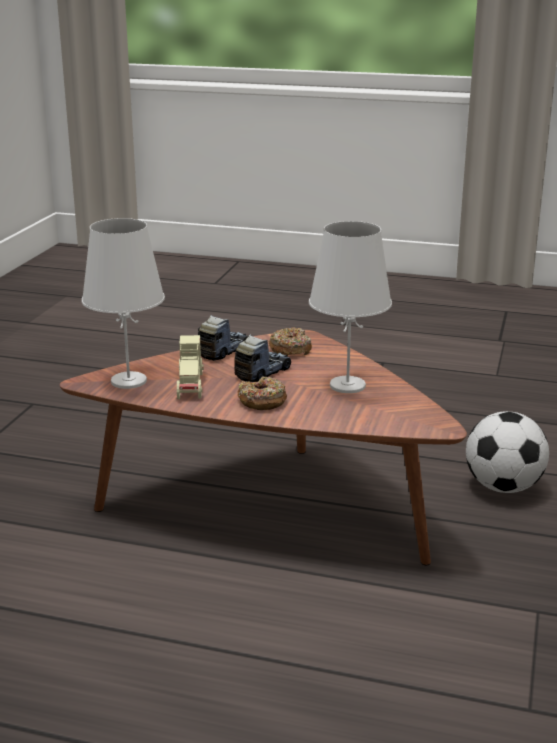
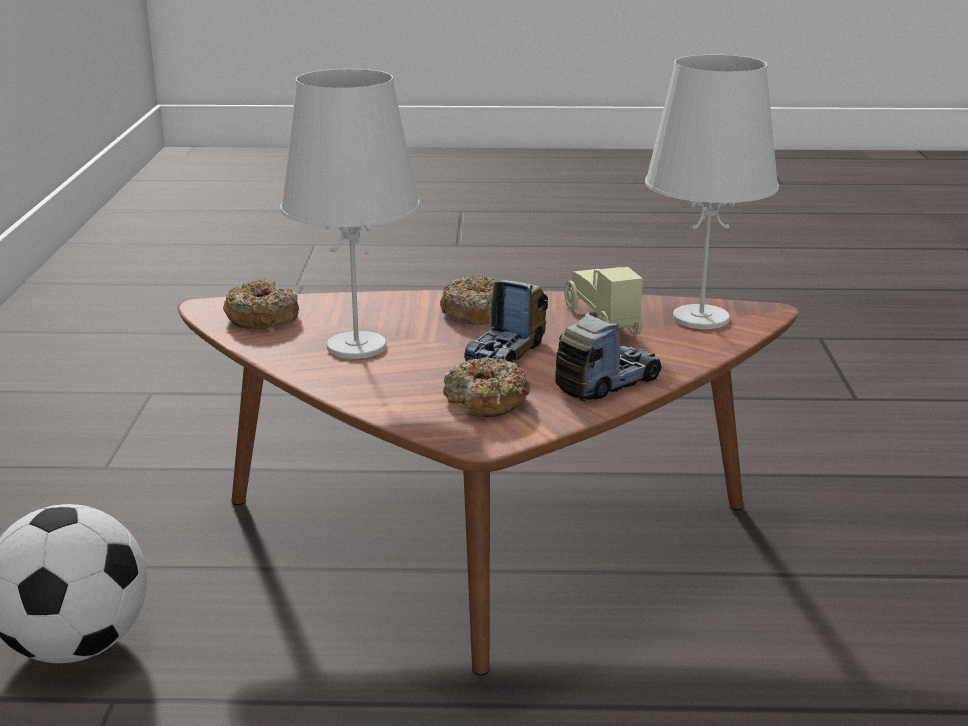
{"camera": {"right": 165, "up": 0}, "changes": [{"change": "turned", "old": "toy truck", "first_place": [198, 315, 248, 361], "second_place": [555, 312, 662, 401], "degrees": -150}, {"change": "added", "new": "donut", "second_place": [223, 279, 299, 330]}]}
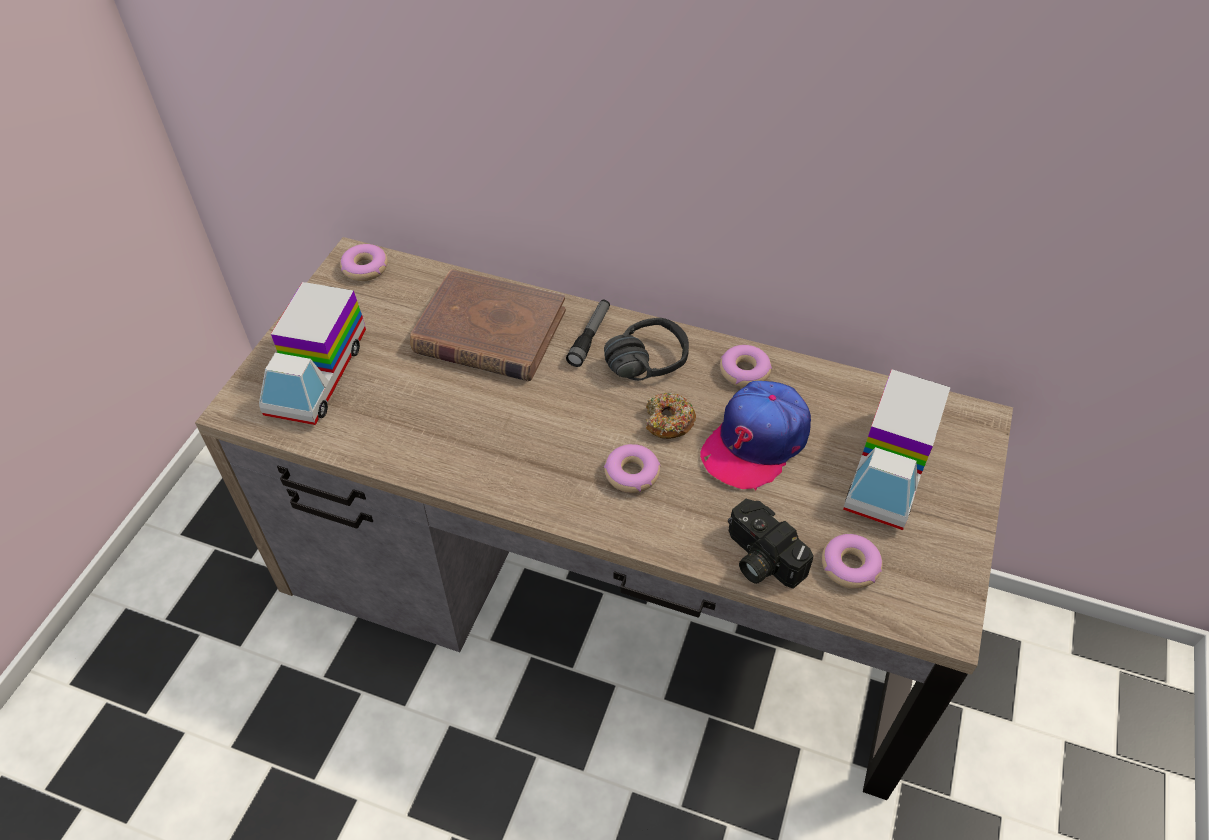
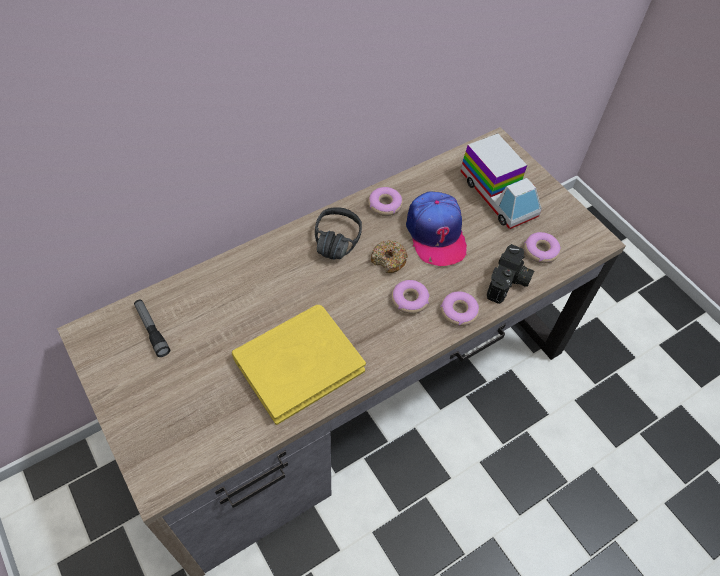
{"camera": {"right": -55, "up": 5}, "changes": [{"change": "removed", "old": "toy truck", "first_place": [259, 282, 366, 425]}, {"change": "moved", "old": "donut", "first_place": [340, 244, 388, 281], "second_place": [440, 291, 479, 326]}, {"change": "removed", "old": "book in brown", "first_place": [410, 269, 566, 381]}, {"change": "moved", "old": "flashlight", "first_place": [566, 300, 610, 367], "second_place": [134, 300, 170, 357]}, {"change": "turned", "old": "photo camera", "first_place": [728, 499, 814, 589], "second_place": [487, 244, 534, 304], "degrees": -60}, {"change": "added", "new": "book in yellow", "second_place": [232, 305, 366, 425]}]}
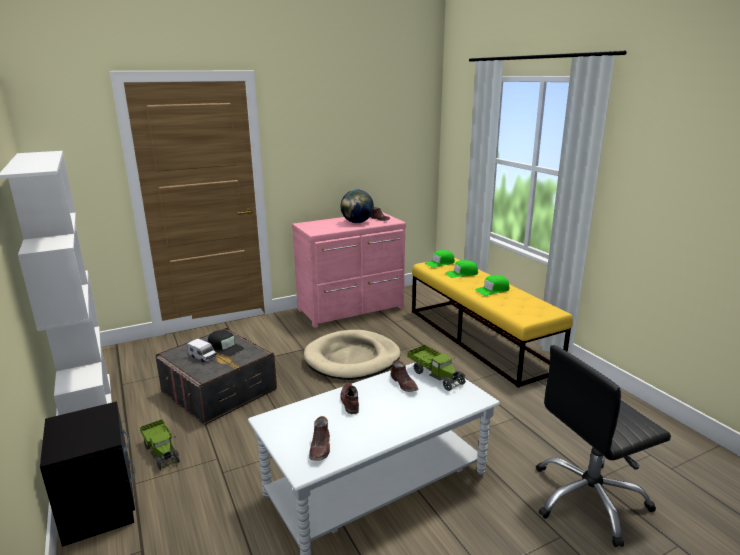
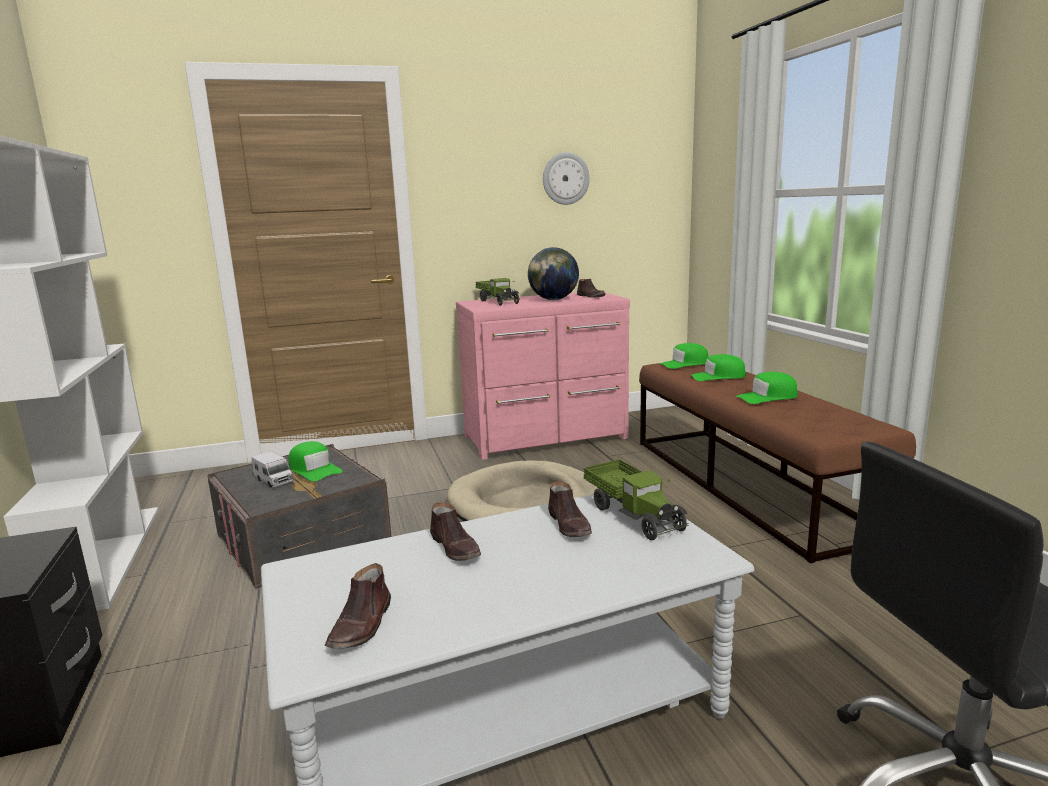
{"camera": {"right": 10, "up": -5}, "changes": [{"change": "moved", "old": "toy truck", "first_place": [140, 419, 179, 470], "second_place": [475, 278, 520, 306]}, {"change": "recoloured", "old": "cap in black", "new": "cap in green", "first_place": [208, 330, 244, 357], "second_place": [289, 441, 343, 481]}, {"change": "turned", "old": "shoe in brown", "first_place": [341, 382, 359, 414], "second_place": [430, 502, 481, 561], "degrees": 150}, {"change": "recoloured", "old": "bench in yellow", "new": "bench in brown", "first_place": [412, 258, 573, 388], "second_place": [639, 363, 916, 563]}, {"change": "added", "new": "wall clock", "second_place": [543, 152, 590, 205]}]}
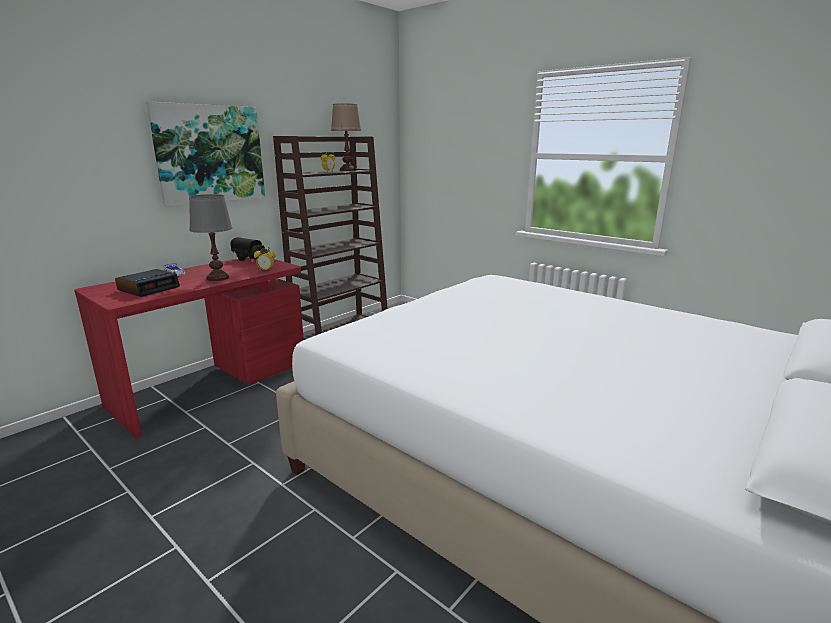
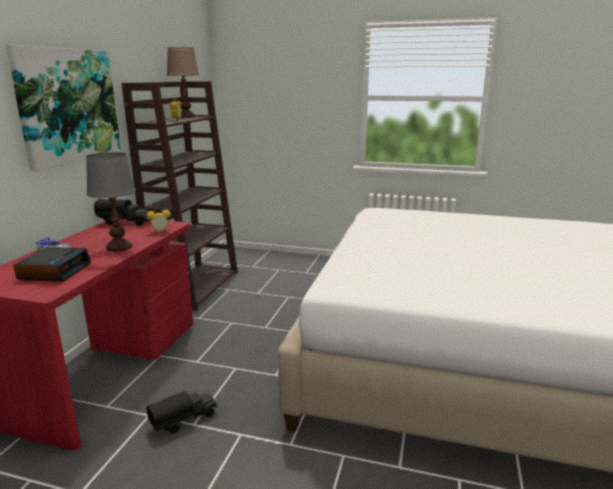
{"camera": {"right": -25, "up": 0}, "changes": [{"change": "added", "new": "toy truck", "second_place": [146, 391, 217, 434]}]}
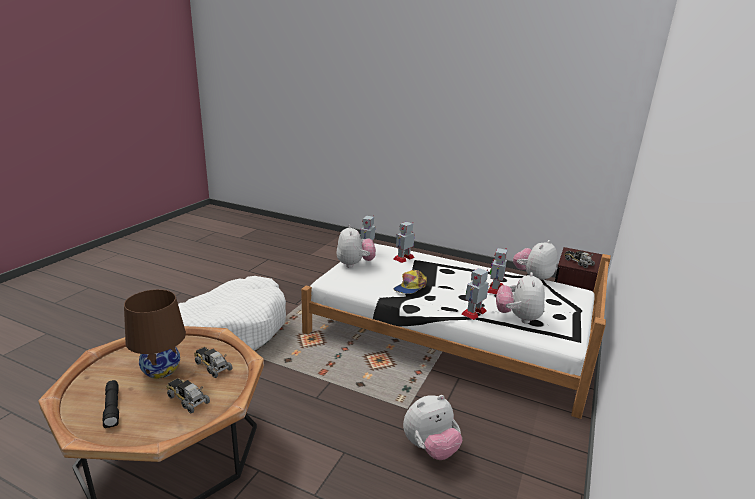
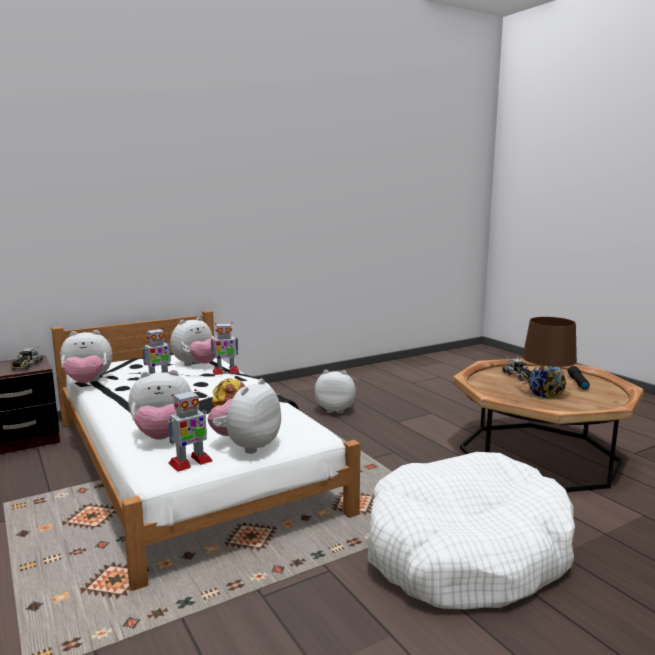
{"camera": {"right": -145, "up": -10}, "changes": [{"change": "removed", "old": "toy truck", "first_place": [194, 347, 232, 378]}, {"change": "replaced", "old": "toy robot", "new": "plush toy", "first_place": [394, 222, 415, 263], "second_place": [129, 370, 191, 440]}]}
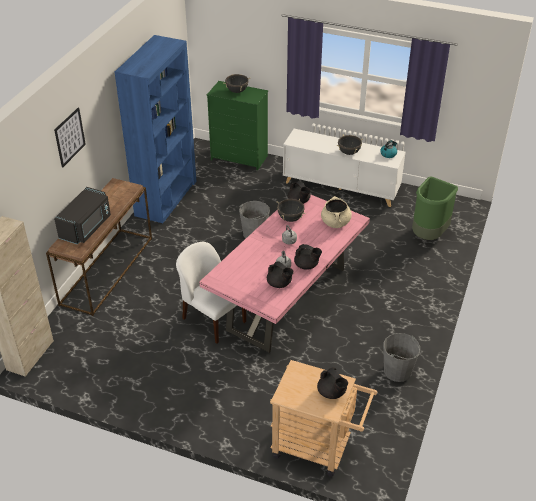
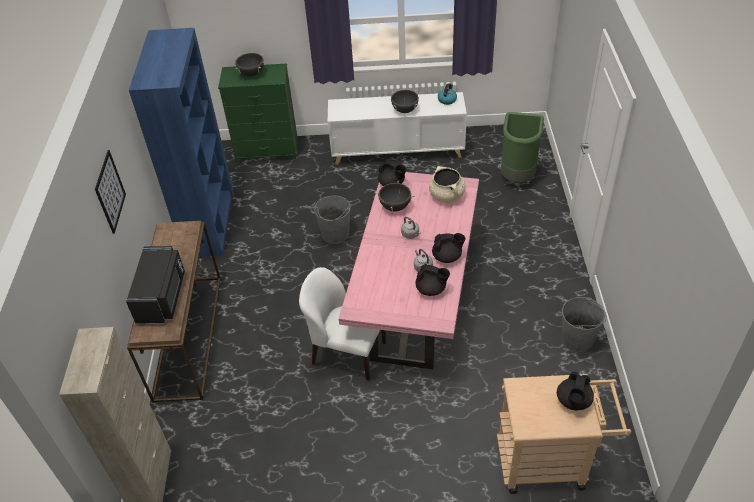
{"camera": {"right": -20, "up": 5}, "changes": [{"change": "turned", "old": "teapot in black", "first_place": [317, 367, 348, 399], "second_place": [557, 372, 594, 410], "degrees": 75}]}
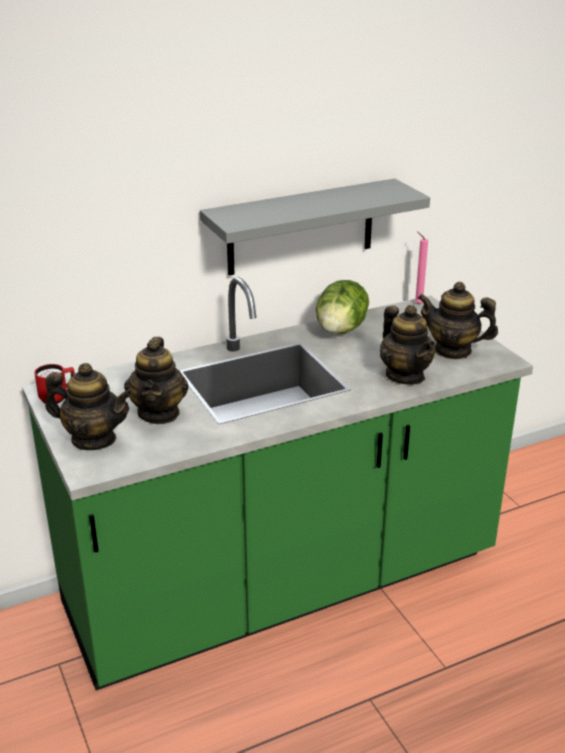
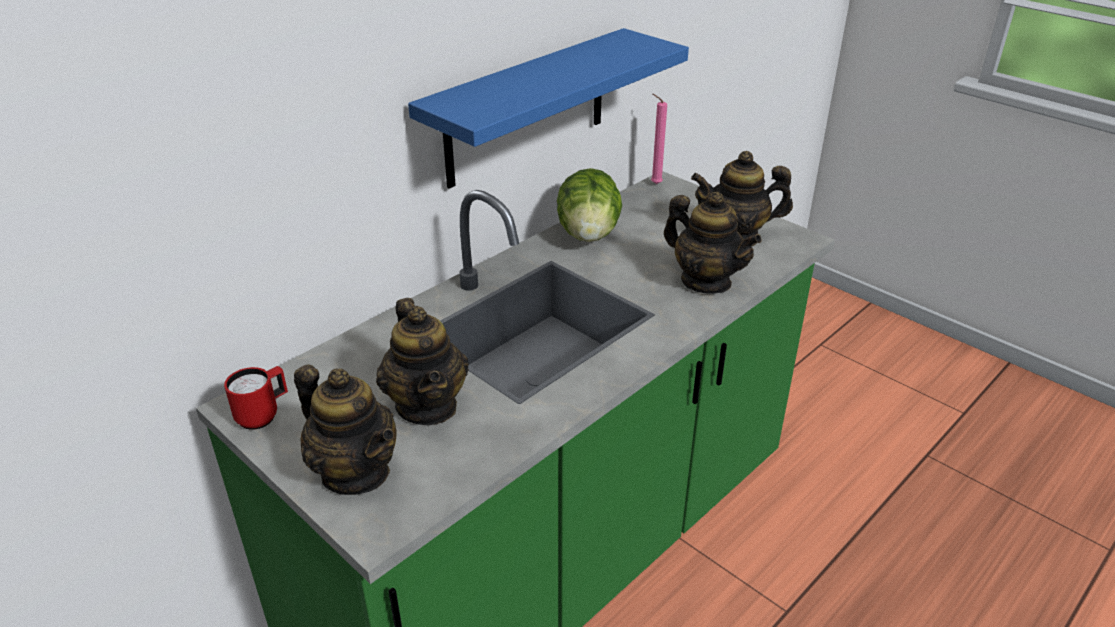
{"camera": {"right": -20, "up": 5}, "changes": [{"change": "turned", "old": "teapot", "first_place": [45, 363, 133, 450], "second_place": [294, 365, 396, 495], "degrees": 45}, {"change": "recoloured", "old": "shelf in grey", "new": "shelf in blue", "first_place": [200, 178, 430, 275], "second_place": [408, 28, 689, 189]}]}
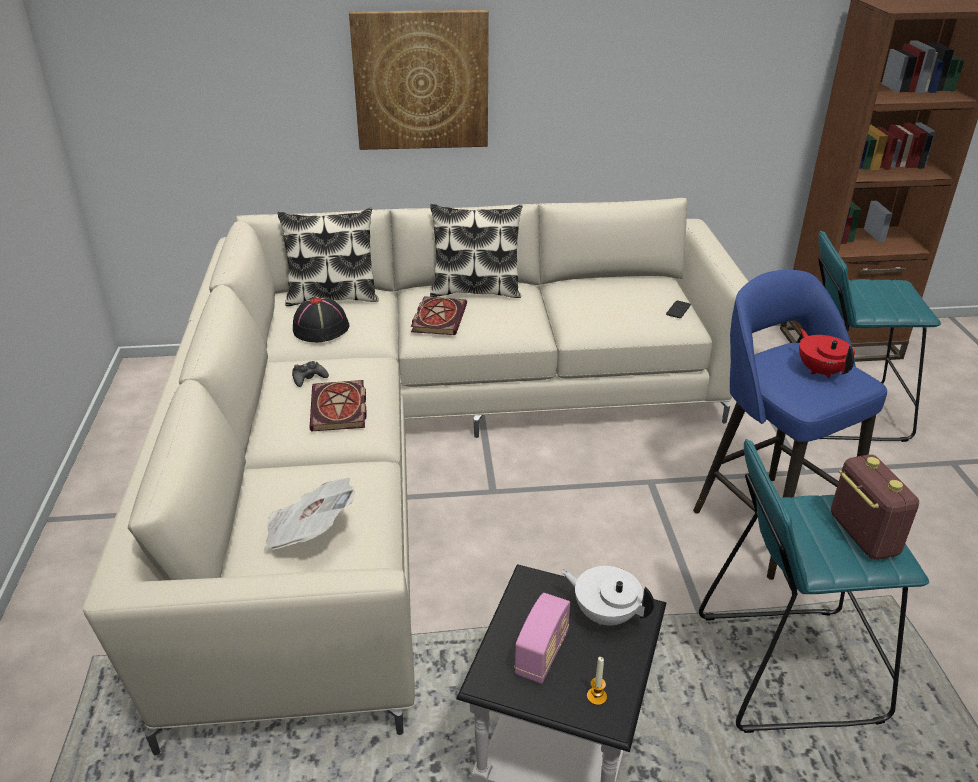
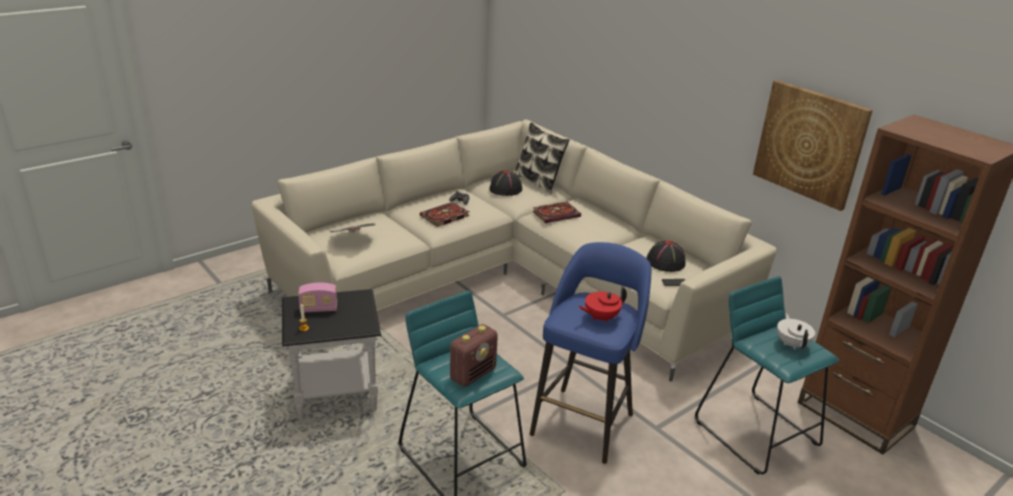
{"camera": {"right": 55, "up": -5}, "changes": [{"change": "moved", "old": "picture", "first_place": [349, 10, 489, 150], "second_place": [753, 80, 873, 211]}, {"change": "removed", "old": "pillow", "first_place": [430, 204, 523, 298]}, {"change": "moved", "old": "teapot in white", "first_place": [561, 566, 654, 626], "second_place": [777, 313, 815, 350]}, {"change": "turned", "old": "teapot in red", "first_place": [799, 329, 855, 378], "second_place": [578, 287, 627, 322], "degrees": -150}, {"change": "added", "new": "hat in black", "second_place": [646, 241, 685, 272]}]}
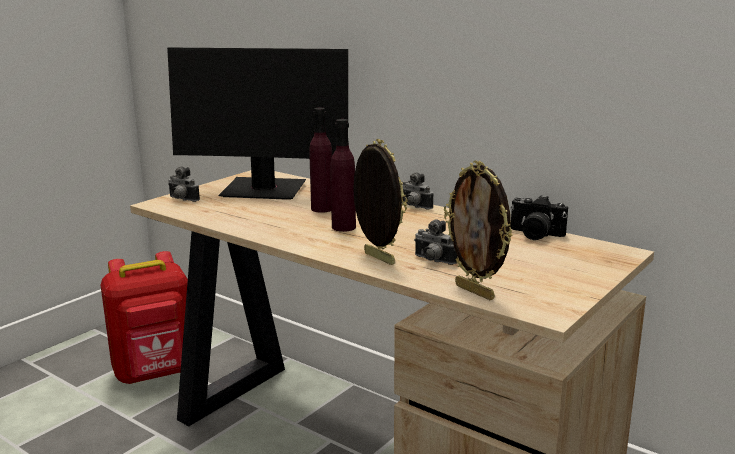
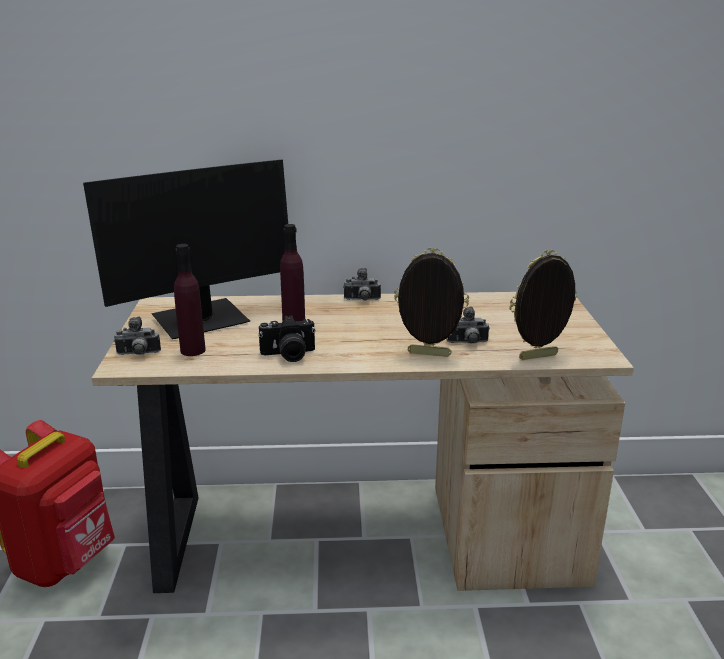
{"camera": {"right": -40, "up": 5}, "changes": [{"change": "moved", "old": "bottle in purple", "first_place": [330, 119, 356, 232], "second_place": [174, 244, 206, 356]}, {"change": "turned", "old": "picture frame", "first_place": [444, 160, 512, 300], "second_place": [509, 250, 577, 360], "degrees": 150}, {"change": "moved", "old": "photo camera", "first_place": [510, 195, 568, 240], "second_place": [259, 315, 316, 362]}]}
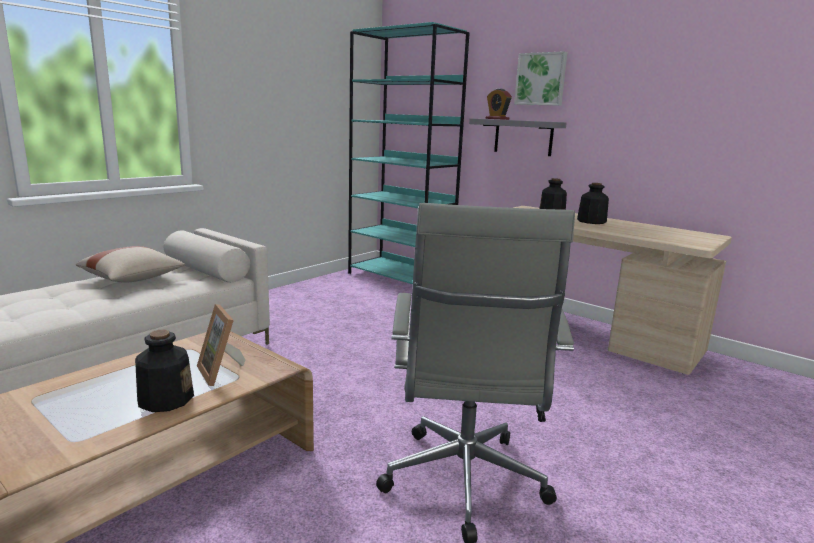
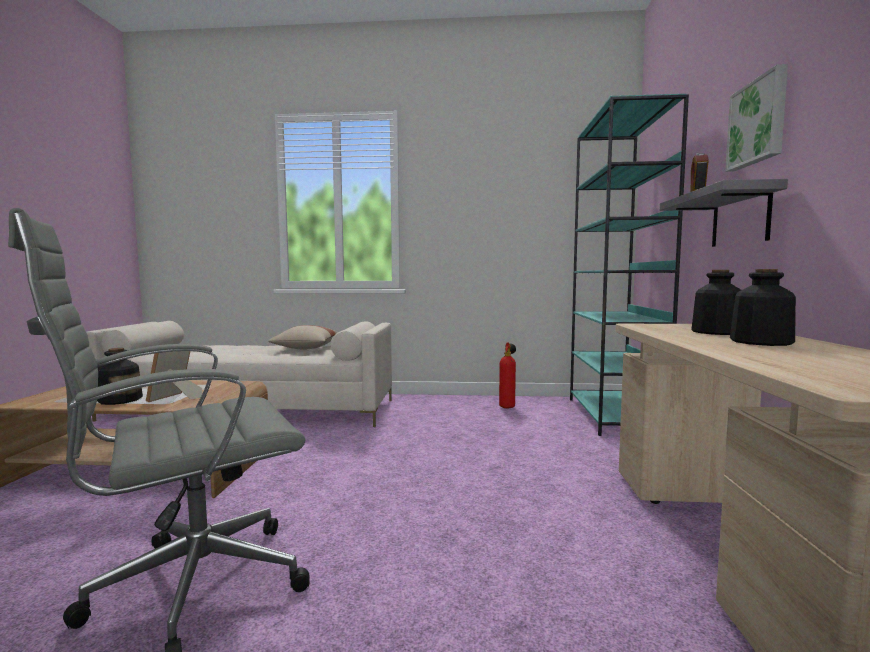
{"camera": {"right": 55, "up": -10}, "changes": [{"change": "added", "new": "fire extinguisher", "second_place": [499, 342, 516, 409]}]}
